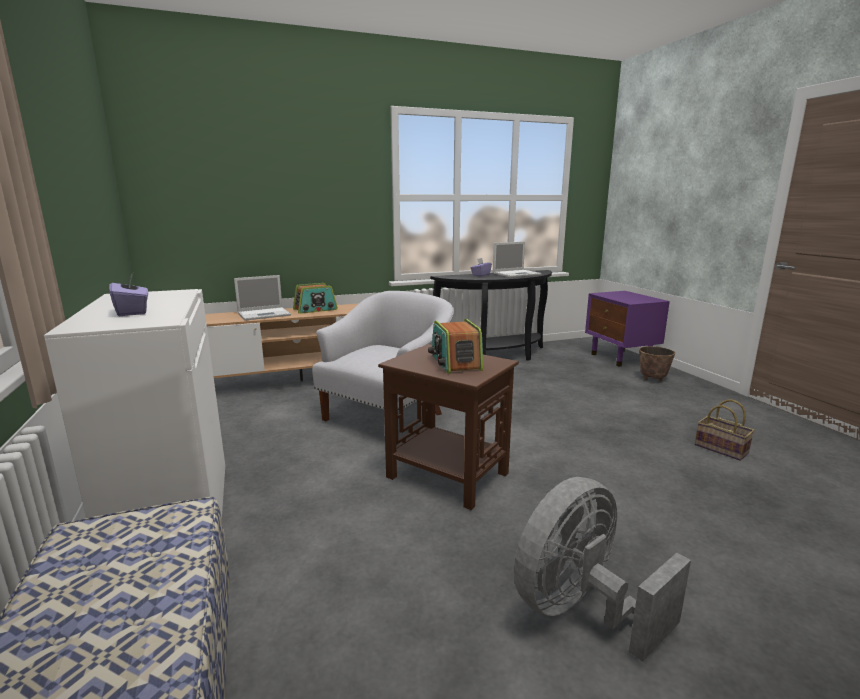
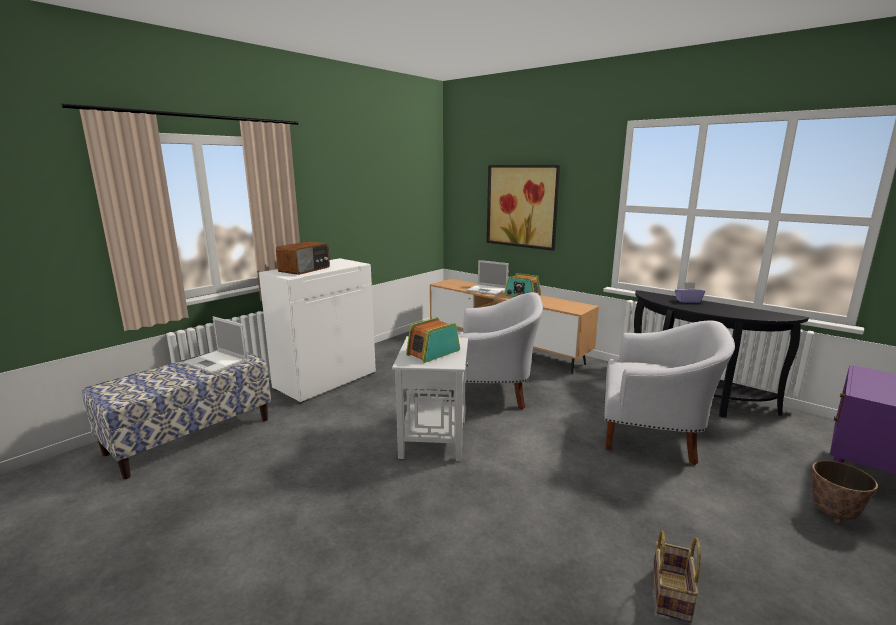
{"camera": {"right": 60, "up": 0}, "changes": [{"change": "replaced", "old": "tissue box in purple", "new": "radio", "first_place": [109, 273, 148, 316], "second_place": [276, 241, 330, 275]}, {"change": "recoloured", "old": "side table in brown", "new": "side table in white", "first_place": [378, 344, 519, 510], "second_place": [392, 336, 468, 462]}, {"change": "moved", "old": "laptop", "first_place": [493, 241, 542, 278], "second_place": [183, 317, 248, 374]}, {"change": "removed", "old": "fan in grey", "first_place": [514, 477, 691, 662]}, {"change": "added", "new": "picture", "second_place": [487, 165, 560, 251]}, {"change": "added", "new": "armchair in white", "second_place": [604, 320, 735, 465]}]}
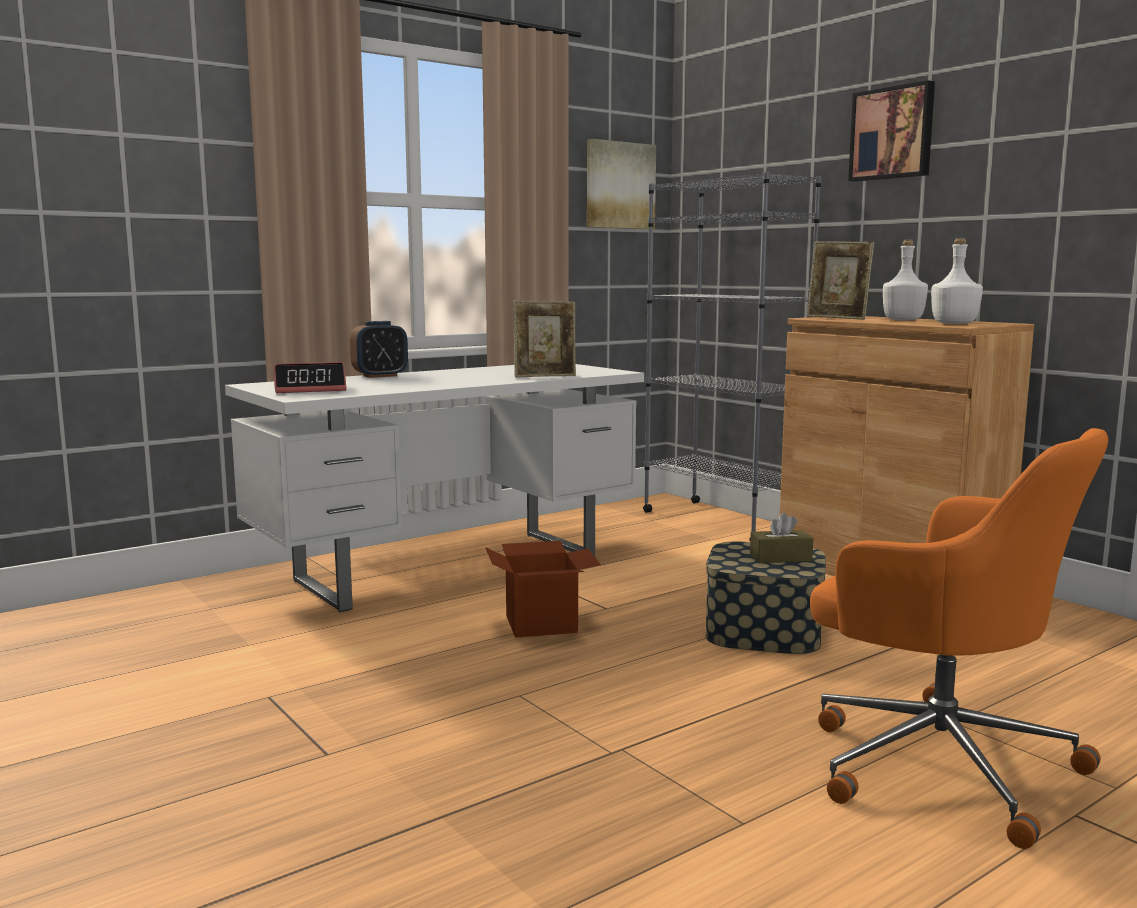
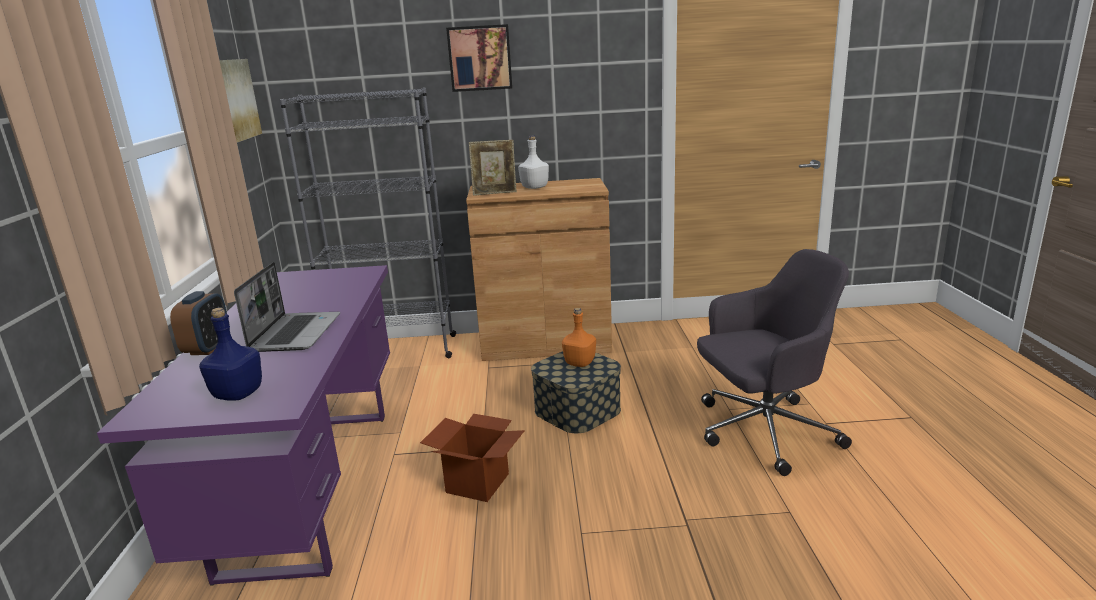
{"camera": {"right": -55, "up": 10}, "changes": [{"change": "recoloured", "old": "desk in white", "new": "desk in purple", "first_place": [225, 364, 644, 612], "second_place": [97, 265, 390, 586]}, {"change": "replaced", "old": "alarm clock", "new": "bottle in blue", "first_place": [273, 362, 346, 394], "second_place": [199, 308, 262, 401]}, {"change": "removed", "old": "picture frame", "first_place": [513, 300, 576, 378]}, {"change": "replaced", "old": "tissue box in brown", "new": "bottle in orange", "first_place": [750, 512, 813, 563], "second_place": [562, 308, 596, 367]}, {"change": "recoloured", "old": "office chair in orange", "new": "office chair in grey", "first_place": [810, 428, 1108, 849], "second_place": [697, 249, 852, 476]}, {"change": "removed", "old": "bottle in white", "first_place": [931, 238, 983, 324]}, {"change": "added", "new": "laptop", "second_place": [234, 262, 340, 352]}]}
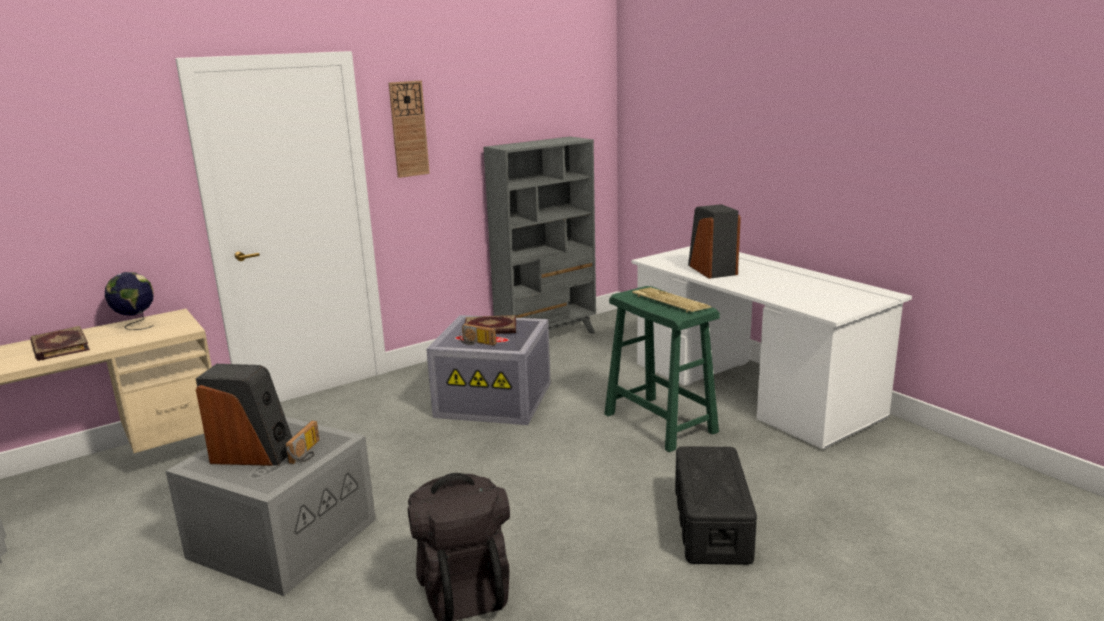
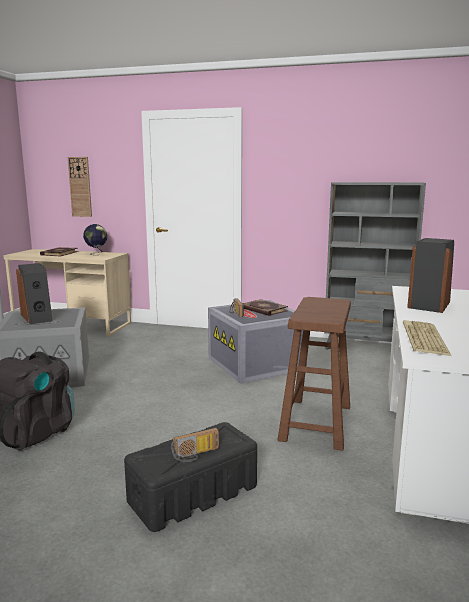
{"camera": {"right": 50, "up": -5}, "changes": [{"change": "moved", "old": "radio", "first_place": [285, 421, 320, 464], "second_place": [171, 428, 219, 462]}, {"change": "moved", "old": "wall clock", "first_place": [389, 81, 430, 178], "second_place": [68, 157, 92, 217]}, {"change": "recoloured", "old": "stool in green", "new": "stool in brown", "first_place": [604, 286, 720, 452], "second_place": [278, 297, 351, 451]}, {"change": "moved", "old": "keyboard", "first_place": [632, 287, 711, 313], "second_place": [403, 320, 451, 356]}]}
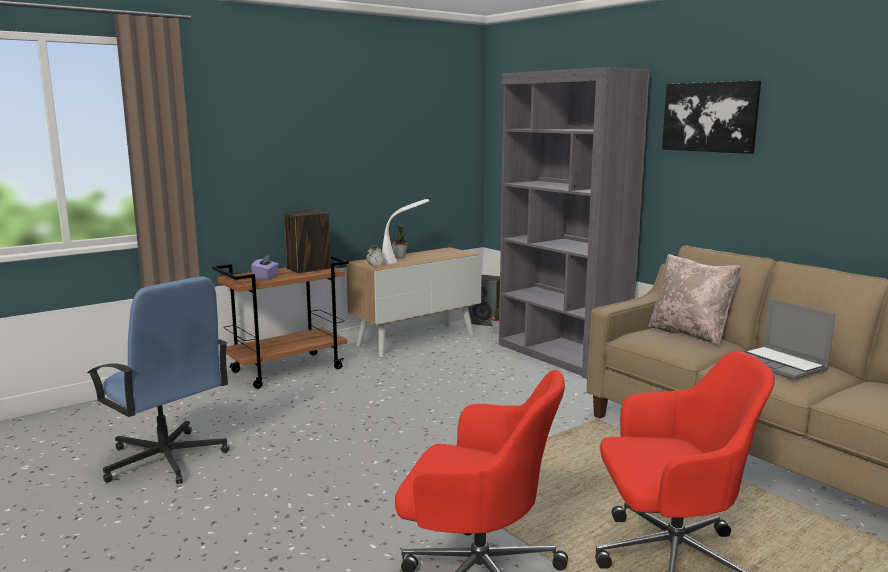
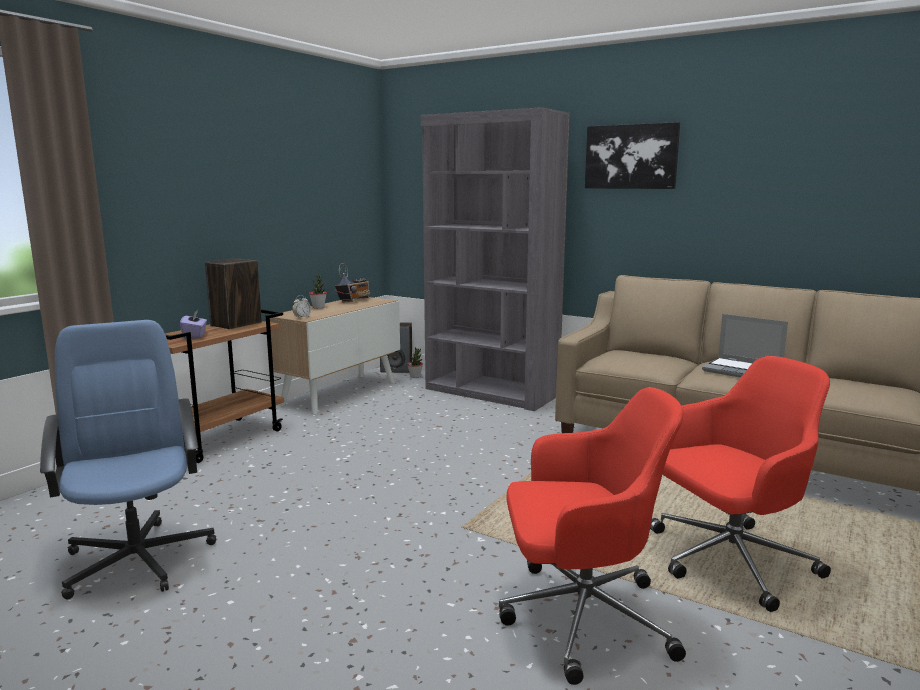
{"camera": {"right": -20, "up": 0}, "changes": [{"change": "turned", "old": "office chair in blue", "first_place": [87, 276, 229, 484], "second_place": [40, 320, 216, 599], "degrees": -135}, {"change": "removed", "old": "table lamp in white", "first_place": [382, 199, 429, 264]}, {"change": "removed", "old": "pillow in beige", "first_place": [648, 254, 741, 346]}, {"change": "added", "new": "radio", "second_place": [335, 263, 370, 302]}]}
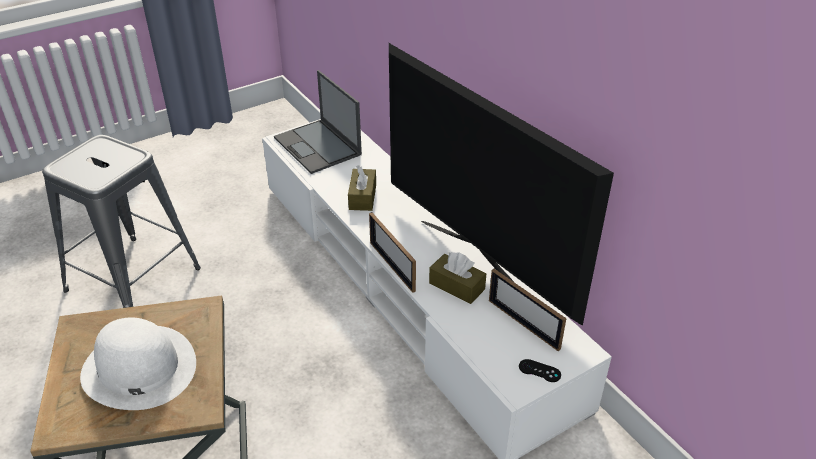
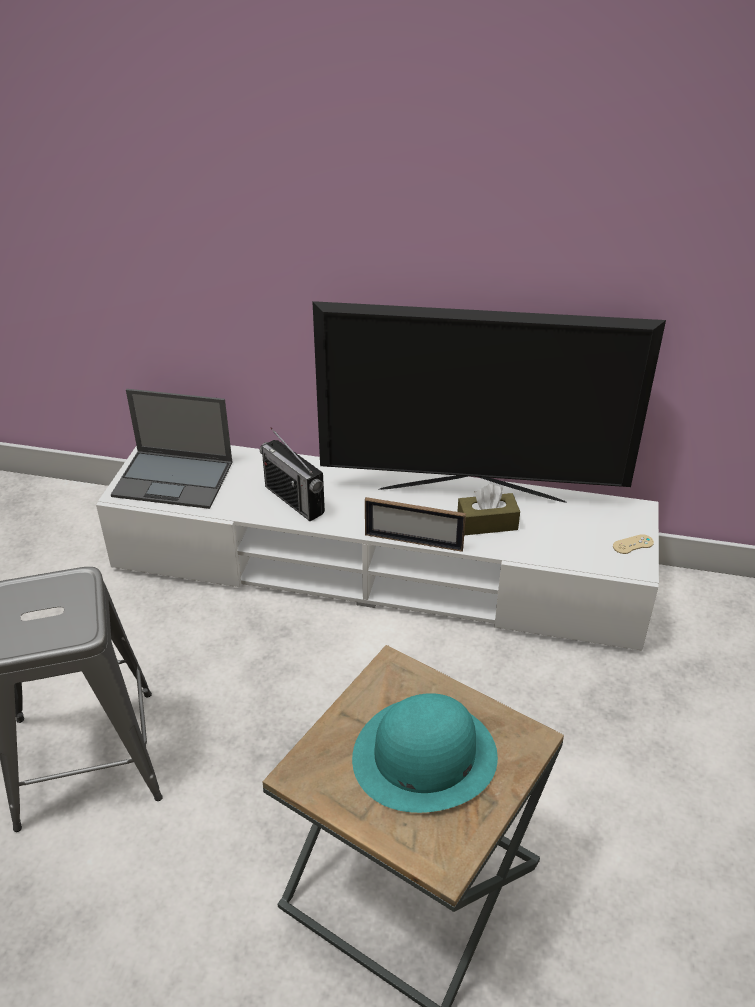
{"camera": {"right": -45, "up": 0}, "changes": [{"change": "recoloured", "old": "hat in white", "new": "hat in turquoise", "first_place": [80, 318, 196, 410], "second_place": [352, 693, 498, 813]}, {"change": "replaced", "old": "tissue box in brown", "new": "radio", "first_place": [348, 165, 376, 211], "second_place": [260, 427, 325, 521]}, {"change": "removed", "old": "picture frame", "first_place": [489, 269, 566, 351]}, {"change": "recoloured", "old": "game controller in black", "new": "game controller in beige", "first_place": [519, 359, 561, 382], "second_place": [613, 534, 654, 554]}]}
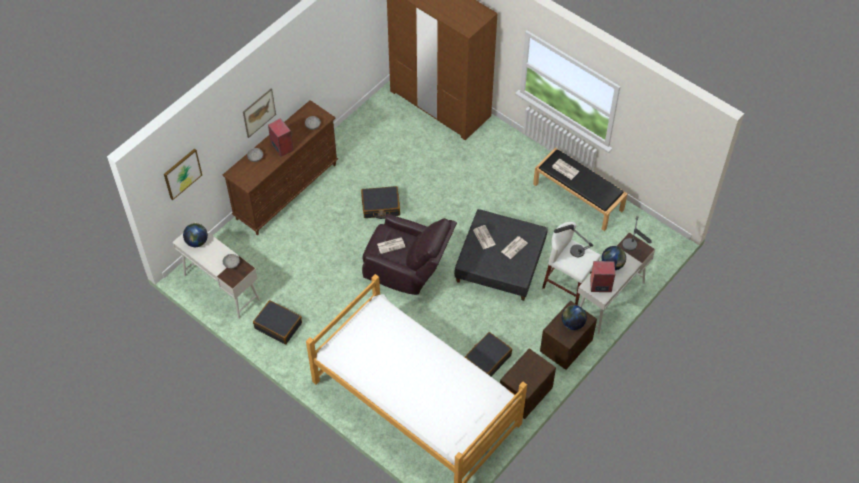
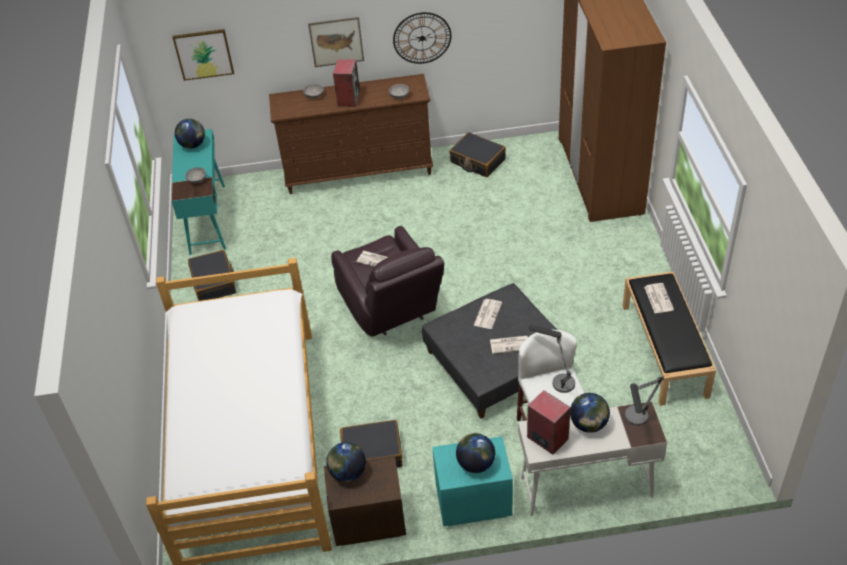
{"camera": {"right": 45, "up": -10}, "changes": [{"change": "recoloured", "old": "desk in white", "new": "desk in turquoise", "first_place": [172, 232, 260, 319], "second_place": [171, 129, 226, 255]}, {"change": "moved", "old": "suitcase in black", "first_place": [361, 186, 400, 219], "second_place": [449, 132, 506, 177]}, {"change": "recoloured", "old": "nightstand in brown", "new": "nightstand in turquoise", "first_place": [540, 301, 597, 370], "second_place": [432, 436, 513, 526]}, {"change": "added", "new": "globe", "second_place": [326, 442, 366, 482]}, {"change": "added", "new": "wall clock", "second_place": [393, 12, 451, 64]}]}
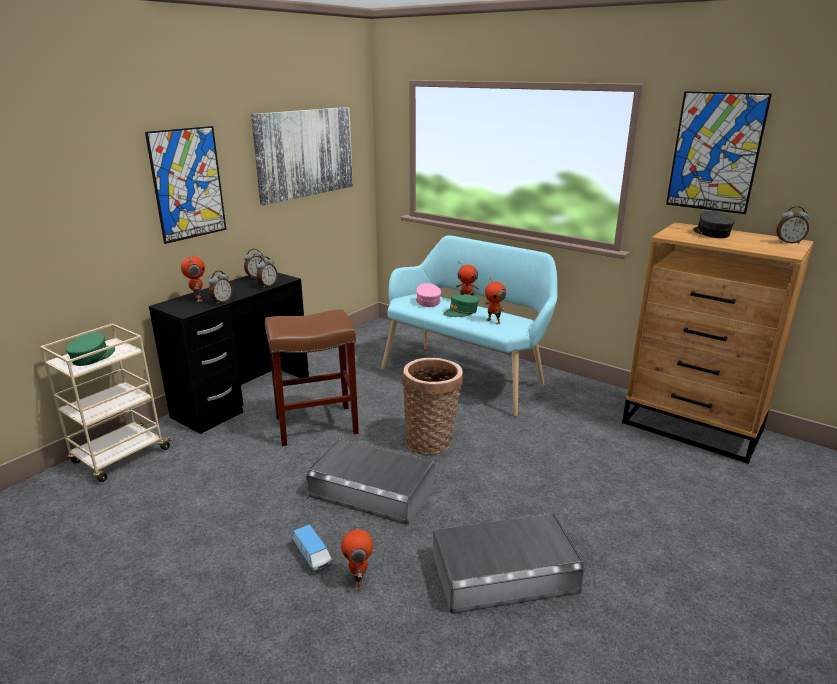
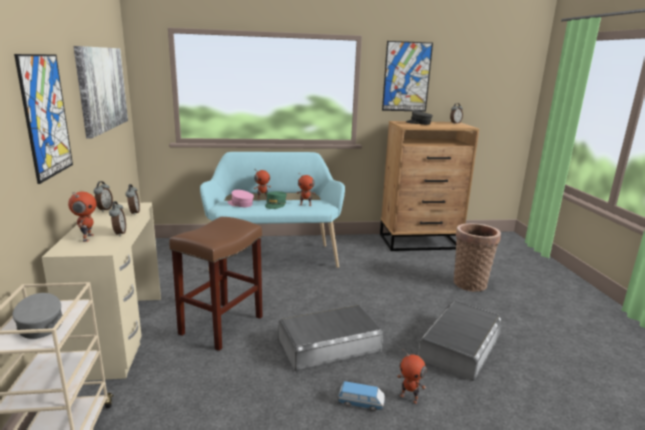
{"camera": {"right": -45, "up": -5}, "changes": [{"change": "recoloured", "old": "cap in green", "new": "cap in grey", "first_place": [66, 332, 115, 366], "second_place": [12, 293, 62, 339]}, {"change": "recoloured", "old": "desk in black", "new": "desk in beige", "first_place": [149, 272, 309, 434], "second_place": [42, 203, 161, 381]}, {"change": "turned", "old": "toy robot", "first_place": [181, 256, 205, 302], "second_place": [68, 192, 96, 242], "degrees": 60}, {"change": "moved", "old": "basket", "first_place": [402, 358, 463, 455], "second_place": [454, 223, 501, 292]}]}
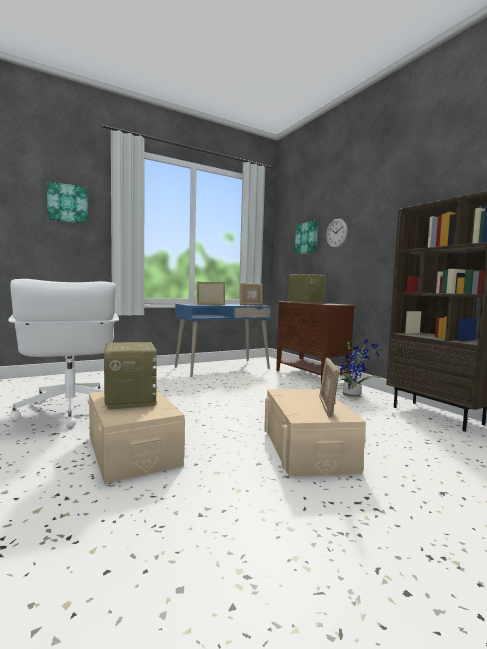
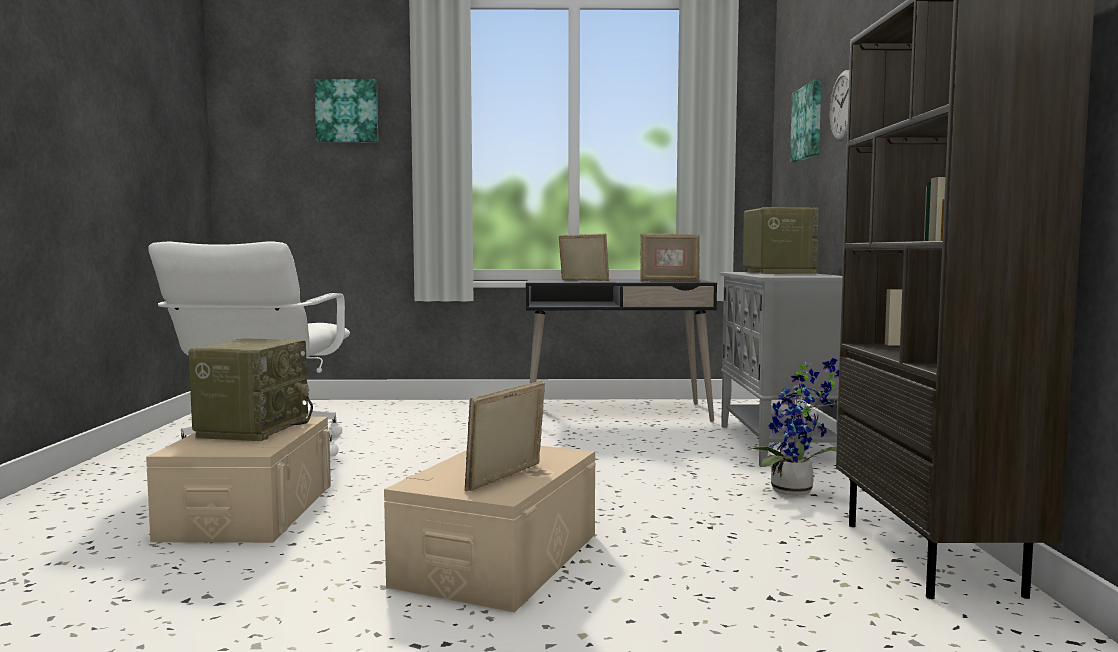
{"camera": {"right": 30, "up": 0}, "changes": [{"change": "recoloured", "old": "desk in blue", "new": "desk in black", "first_place": [175, 304, 272, 377], "second_place": [526, 279, 717, 422]}, {"change": "recoloured", "old": "cabinet in brown", "new": "cabinet in grey", "first_place": [276, 302, 357, 383], "second_place": [720, 272, 842, 467]}]}
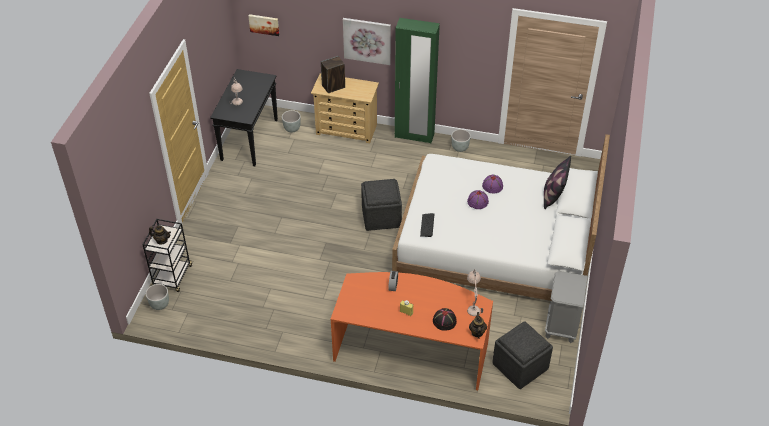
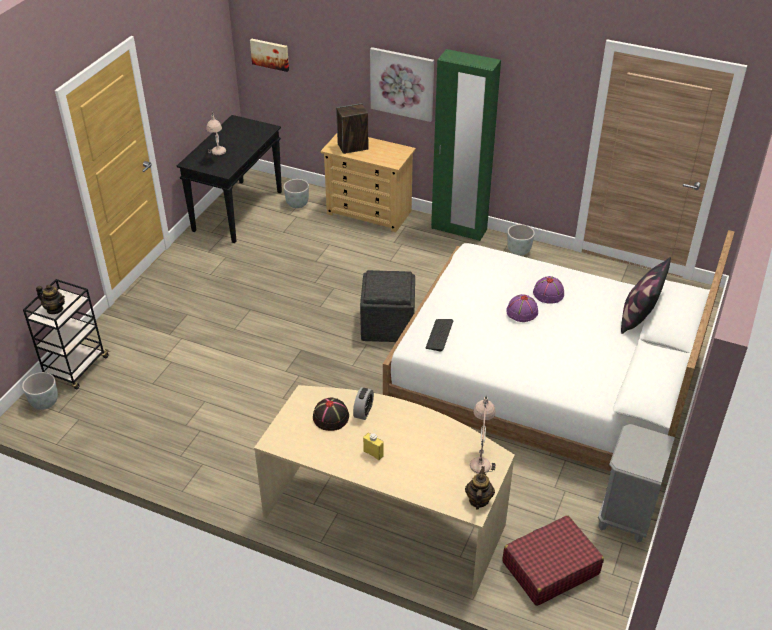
{"camera": {"right": 10, "up": -5}, "changes": [{"change": "recoloured", "old": "desk in orange", "new": "desk in beige", "first_place": [331, 272, 493, 390], "second_place": [254, 385, 515, 596]}, {"change": "moved", "old": "hat in black", "first_place": [433, 308, 457, 331], "second_place": [313, 397, 349, 431]}, {"change": "replaced", "old": "ottoman in grey", "new": "suitcase in red", "first_place": [492, 322, 553, 389], "second_place": [502, 515, 604, 606]}]}
